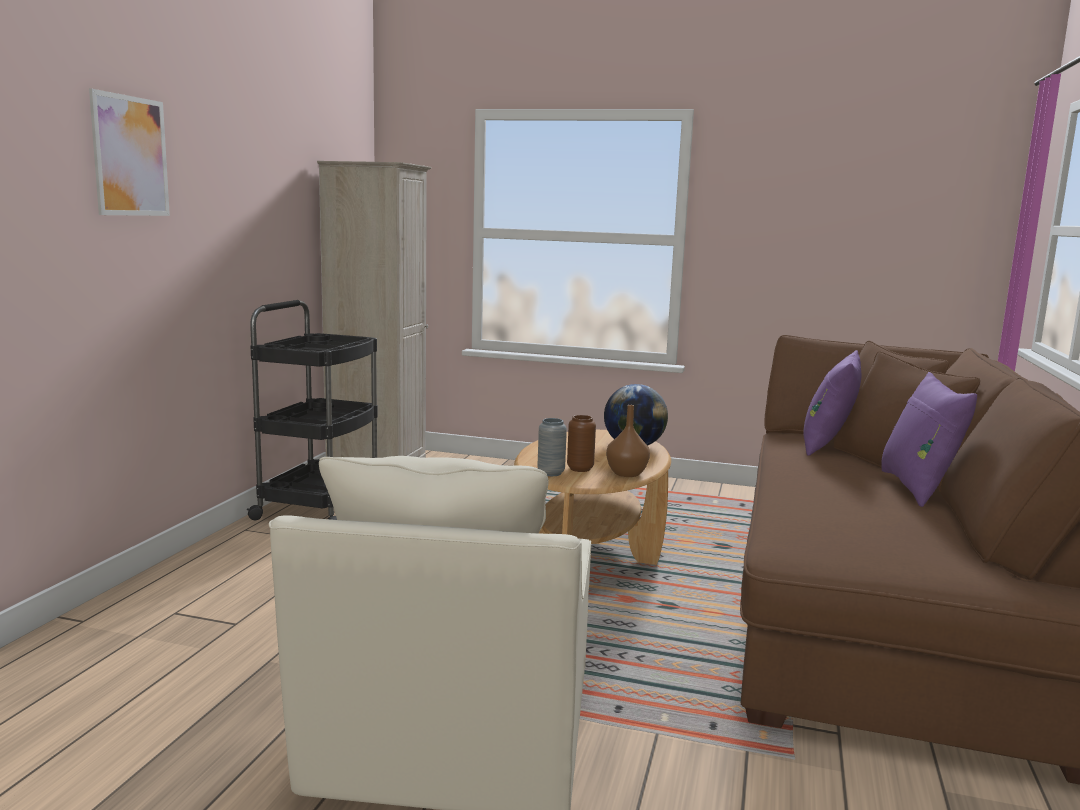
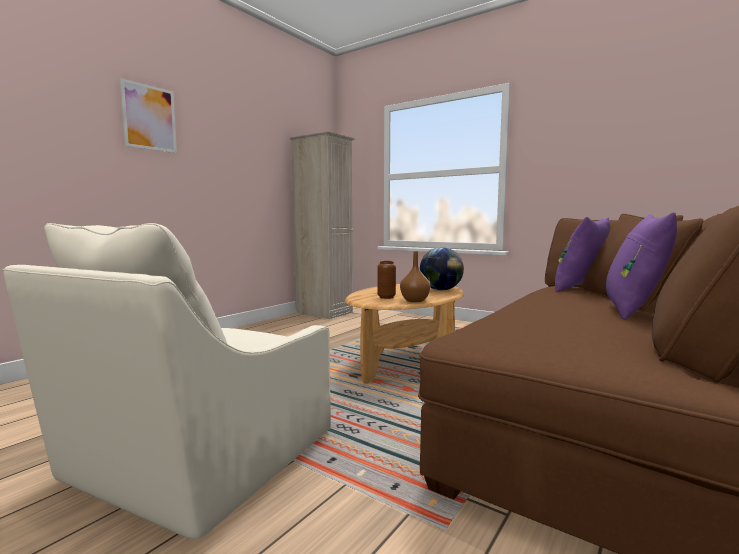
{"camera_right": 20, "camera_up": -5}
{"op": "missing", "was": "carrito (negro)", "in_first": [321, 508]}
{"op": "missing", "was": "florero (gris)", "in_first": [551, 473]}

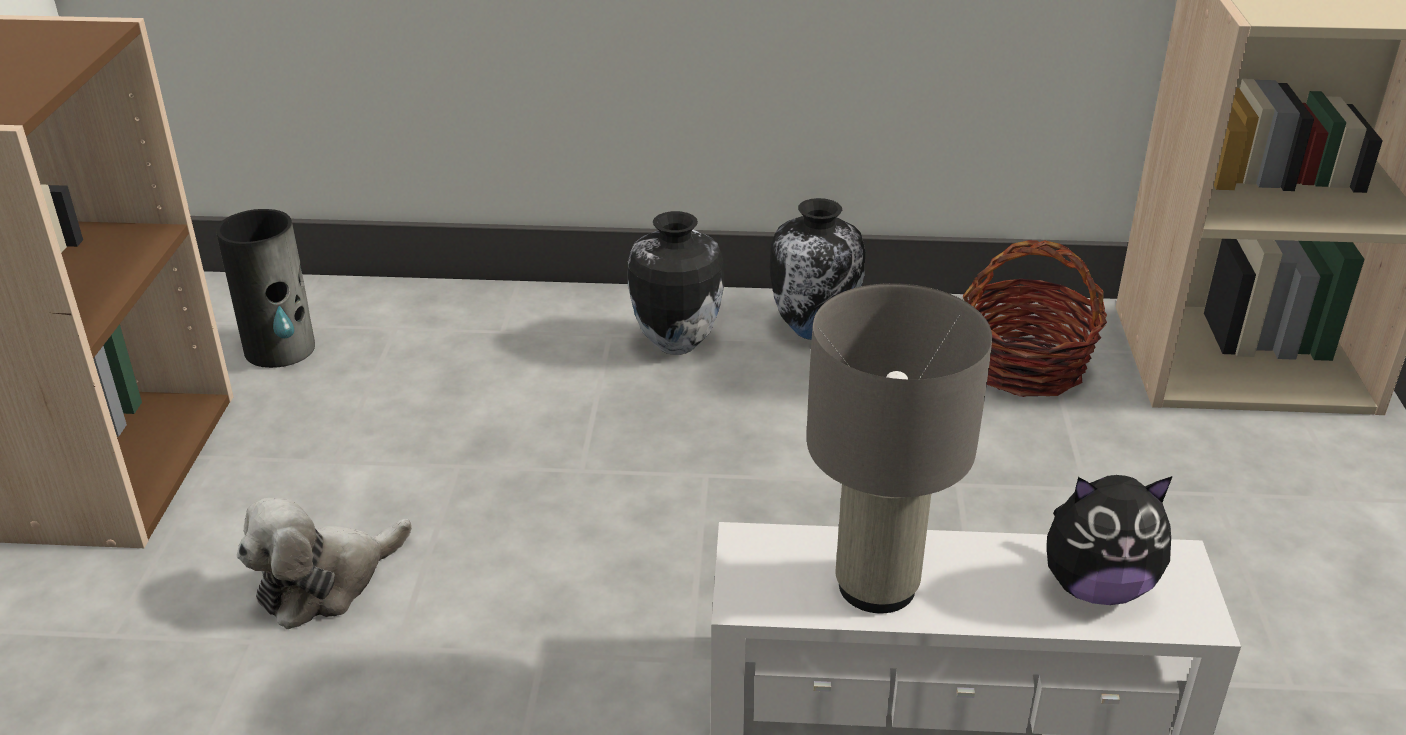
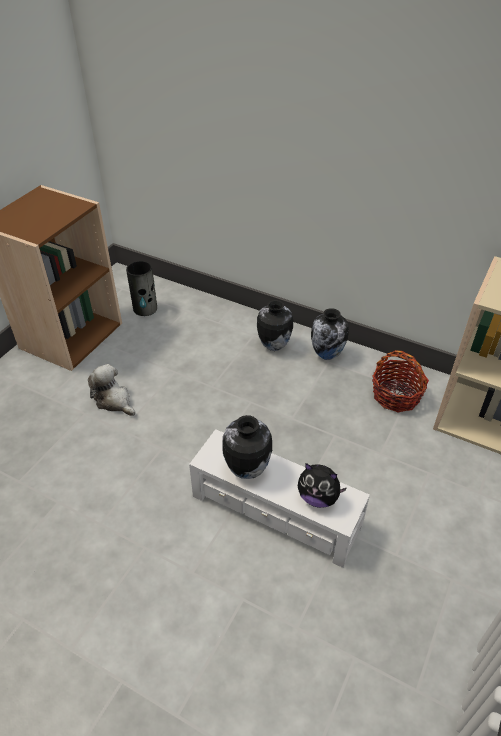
{"camera_right": 25, "camera_up": 10}
{"op": "spun", "was": "peluche", "in_first": [325, 582], "in_second": [114, 401], "clockwise": 60}
{"op": "exchanged", "was": "lámpara de mesa (gris)", "now": "florero", "in_first": [874, 587], "in_second": [246, 470]}

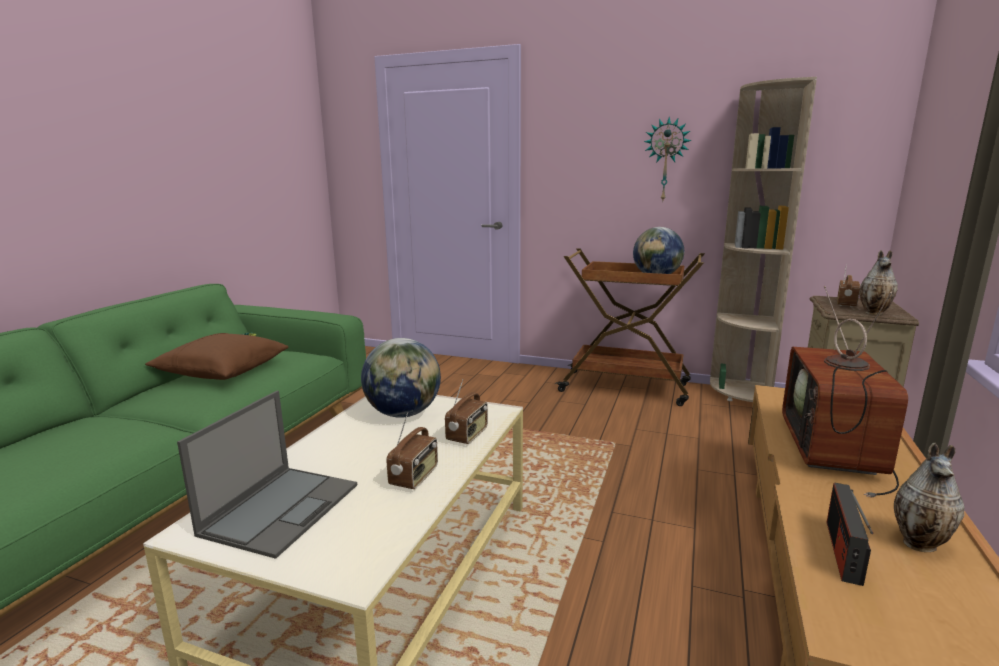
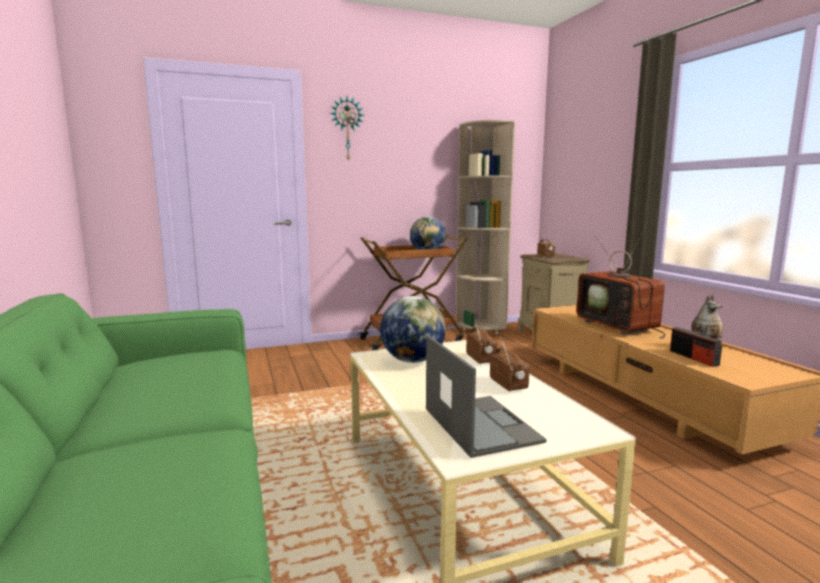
{"camera_right": -40, "camera_up": -5}
{"op": "relocated", "was": "reloj de pared", "in_first": [666, 160], "in_second": [347, 129]}
{"op": "missing", "was": "cojín (marrón)", "in_first": [223, 372]}
{"op": "missing", "was": "florero", "in_first": [874, 313]}

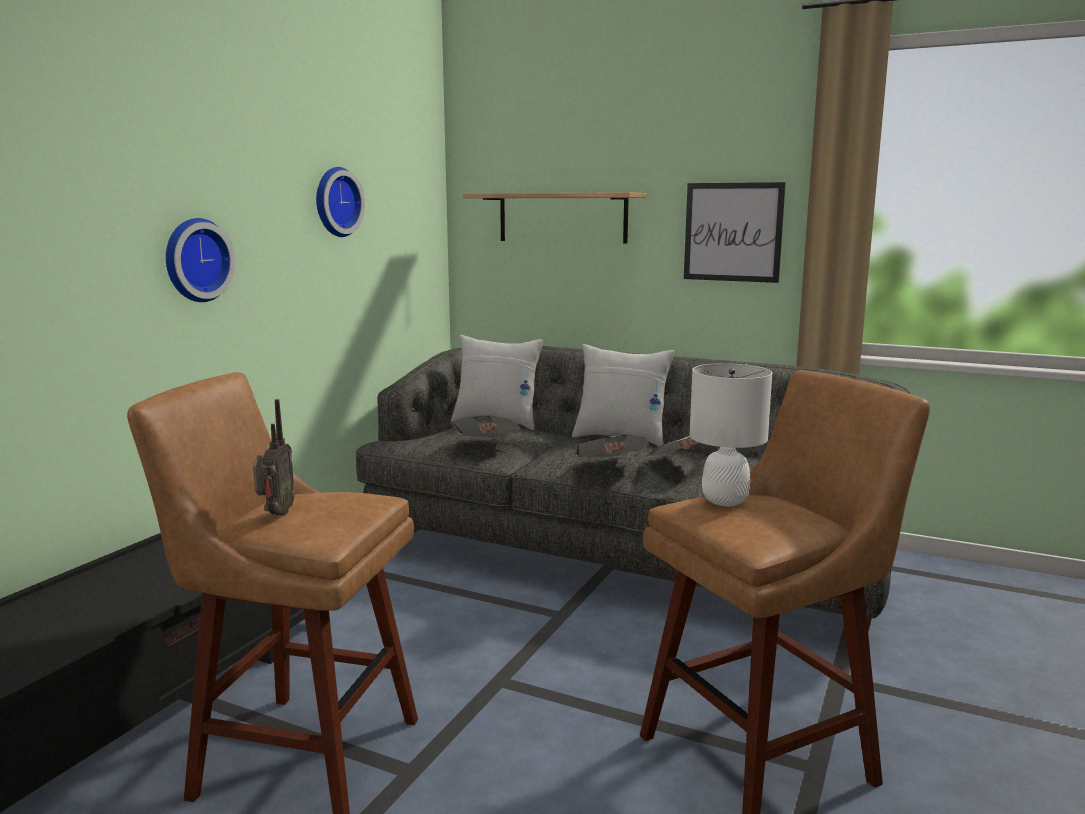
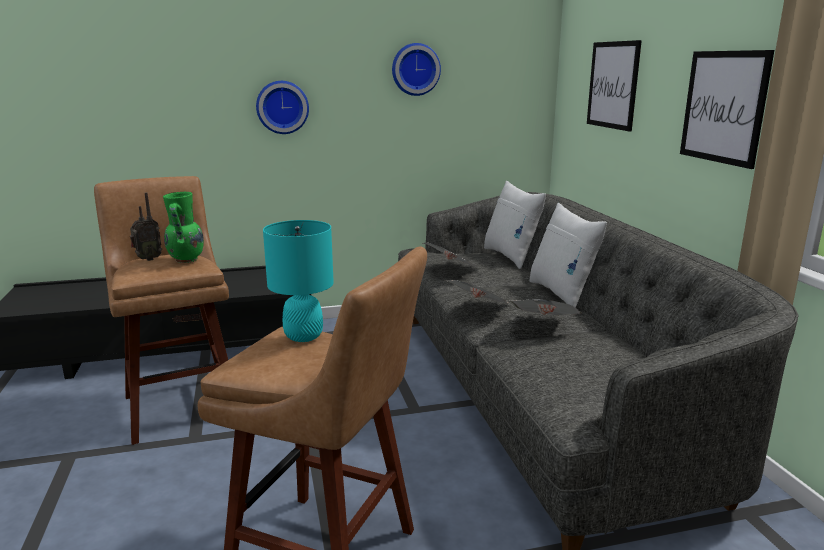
{"camera_right": 50, "camera_up": 5}
{"op": "appeared", "now": "florero (verde)", "in_second": [186, 260]}
{"op": "colour", "was": "lámpara de mesa (blanco)", "now": "lámpara de mesa (turquesa)", "in_first": [723, 502], "in_second": [302, 337]}
{"op": "exchanged", "was": "estante", "now": "cuadro", "in_first": [562, 218], "in_second": [613, 85]}

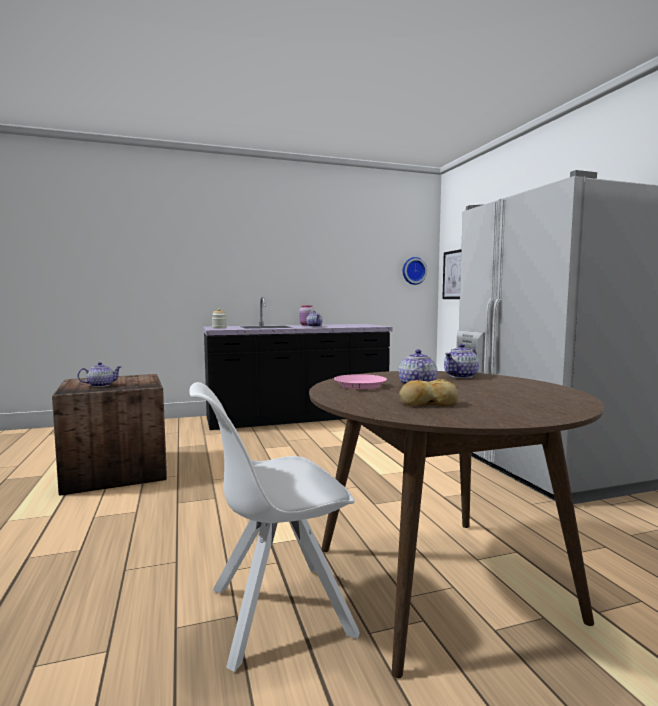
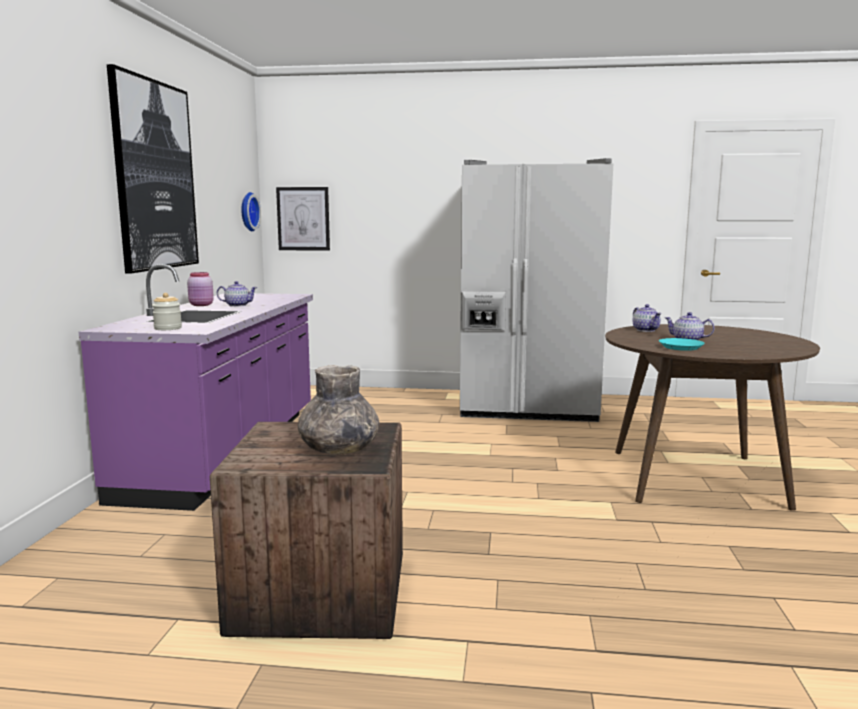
{"camera_right": -65, "camera_up": 5}
{"op": "colour", "was": "mueble bajo de cocina (negro)", "now": "mueble bajo de cocina (morado)", "in_first": [297, 417], "in_second": [227, 452]}
{"op": "appeared", "now": "cuadro", "in_second": [155, 176]}
{"op": "exchanged", "was": "tetera", "now": "florero (gris)", "in_first": [100, 385], "in_second": [338, 449]}
{"op": "colour", "was": "plato (rosa)", "now": "plato (turquesa)", "in_first": [360, 385], "in_second": [680, 347]}
{"op": "missing", "was": "silla (blanco)", "in_first": [277, 612]}
{"op": "missing", "was": "pan", "in_first": [427, 403]}

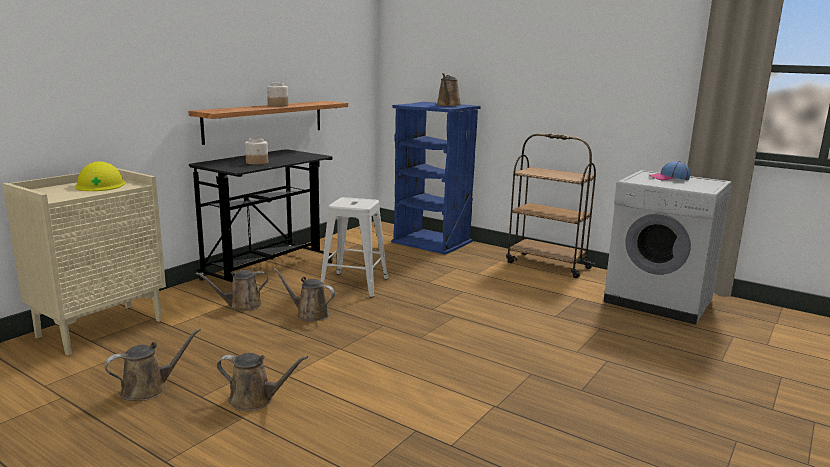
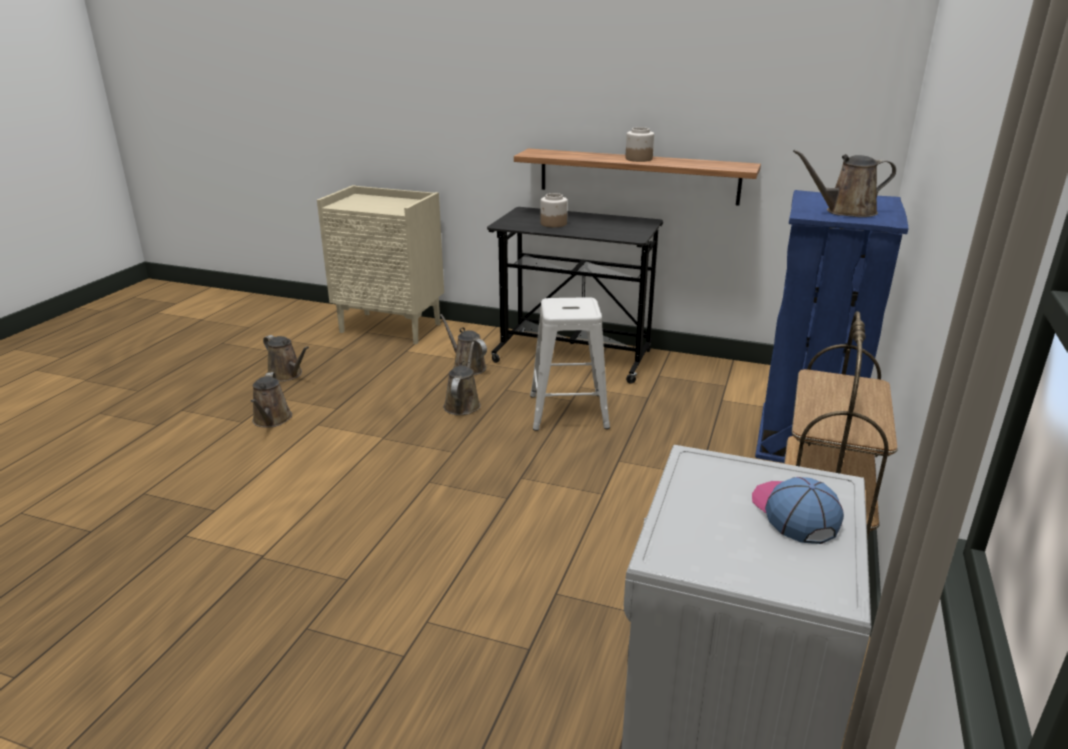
{"camera_right": 75, "camera_up": 10}
{"op": "missing", "was": "casco (amarillo)", "in_first": [100, 185]}

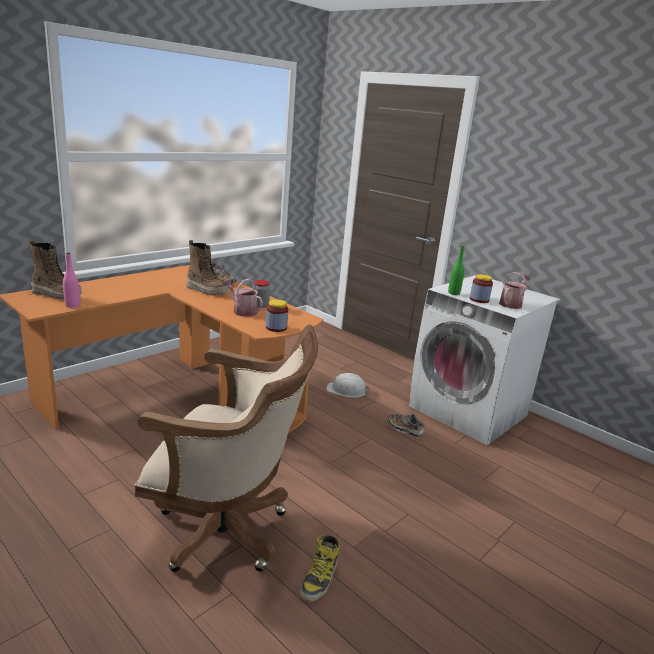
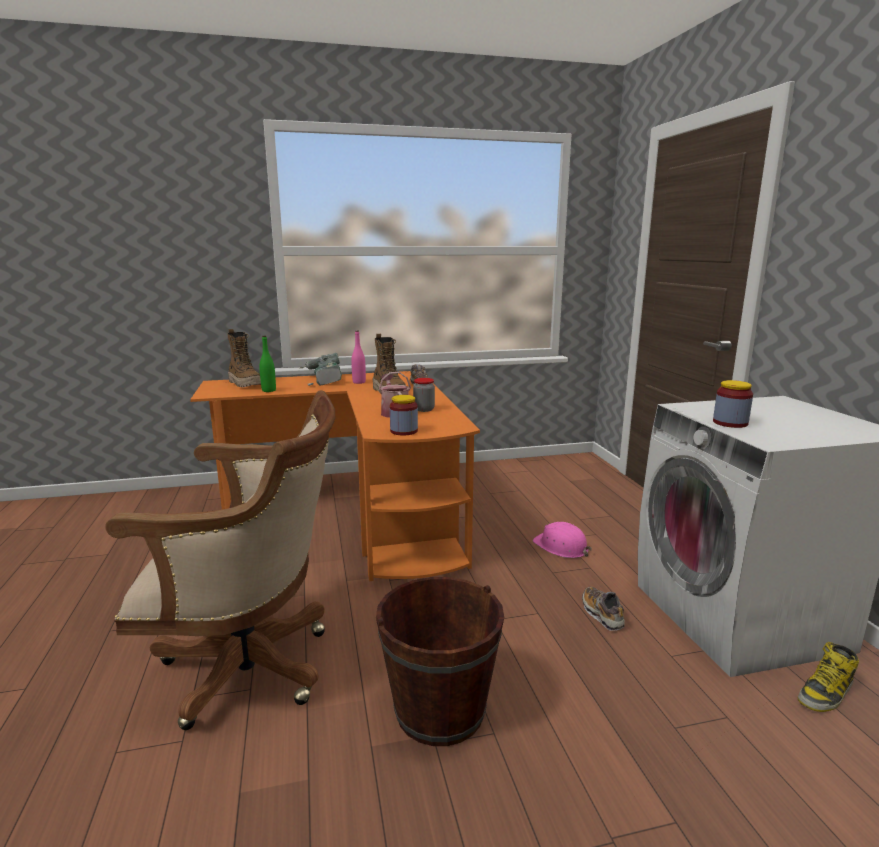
{"camera_right": 35, "camera_up": -5}
{"op": "spun", "was": "silla de oficina", "in_first": [228, 531], "in_second": [254, 667], "clockwise": -45}
{"op": "relocated", "was": "botella (verde)", "in_first": [453, 293], "in_second": [269, 390]}
{"op": "appeared", "now": "taladro", "in_second": [322, 380]}
{"op": "relocated", "was": "botella (rosa)", "in_first": [72, 305], "in_second": [359, 382]}
{"op": "appeared", "now": "cubo (marrón)", "in_second": [440, 711]}
{"op": "colour", "was": "casco (blanco)", "now": "casco (rosa)", "in_first": [346, 391], "in_second": [561, 547]}
{"op": "relocated", "was": "bota", "in_first": [319, 578], "in_second": [825, 692]}
{"op": "missing", "was": "regadera", "in_first": [511, 304]}

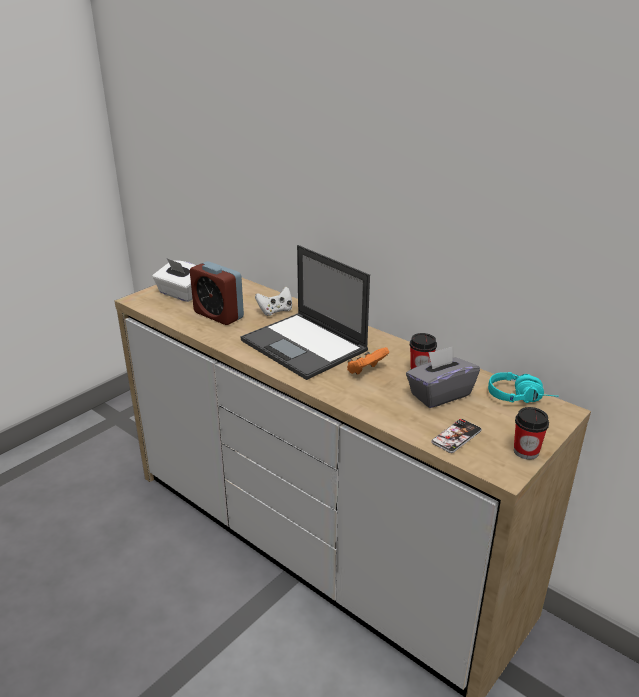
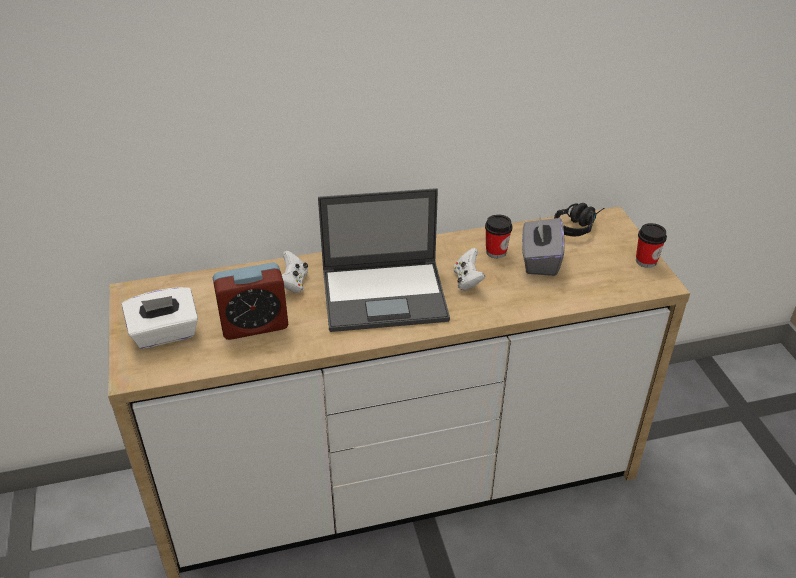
{"camera_right": -55, "camera_up": 10}
{"op": "colour", "was": "mando de consola (naranja)", "now": "mando de consola (blanco)", "in_first": [366, 371], "in_second": [467, 280]}
{"op": "colour", "was": "auriculares (turquesa)", "now": "auriculares (negro)", "in_first": [520, 397], "in_second": [578, 225]}
{"op": "missing", "was": "móvil", "in_first": [456, 436]}

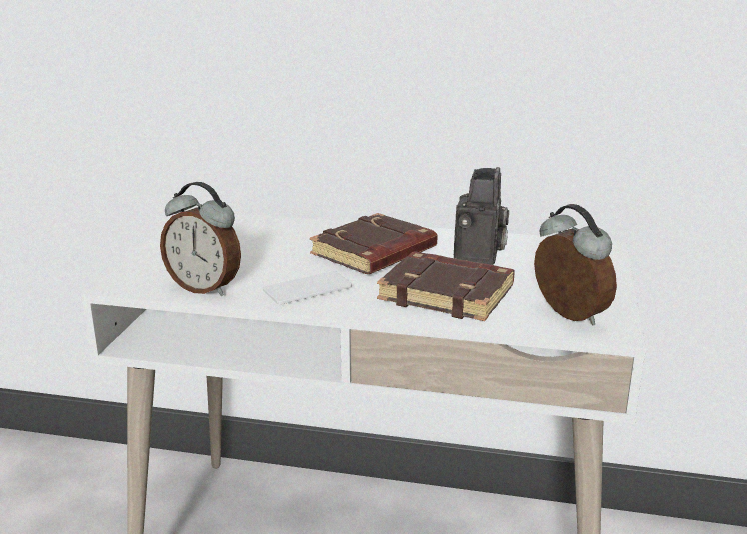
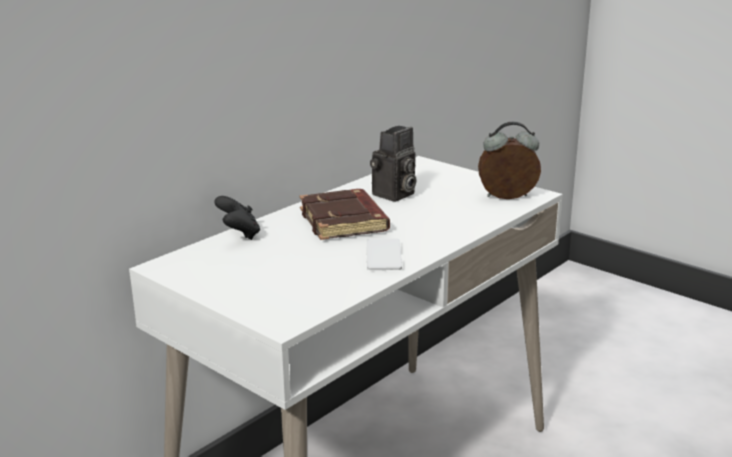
{"camera_right": -60, "camera_up": 0}
{"op": "appeared", "now": "mando de consola (negro)", "in_second": [239, 234]}
{"op": "spun", "was": "cámara", "in_first": [479, 257], "in_second": [394, 195], "clockwise": 90}
{"op": "missing", "was": "despertador", "in_first": [205, 288]}
{"op": "missing", "was": "libro (marrón)", "in_first": [448, 294]}

